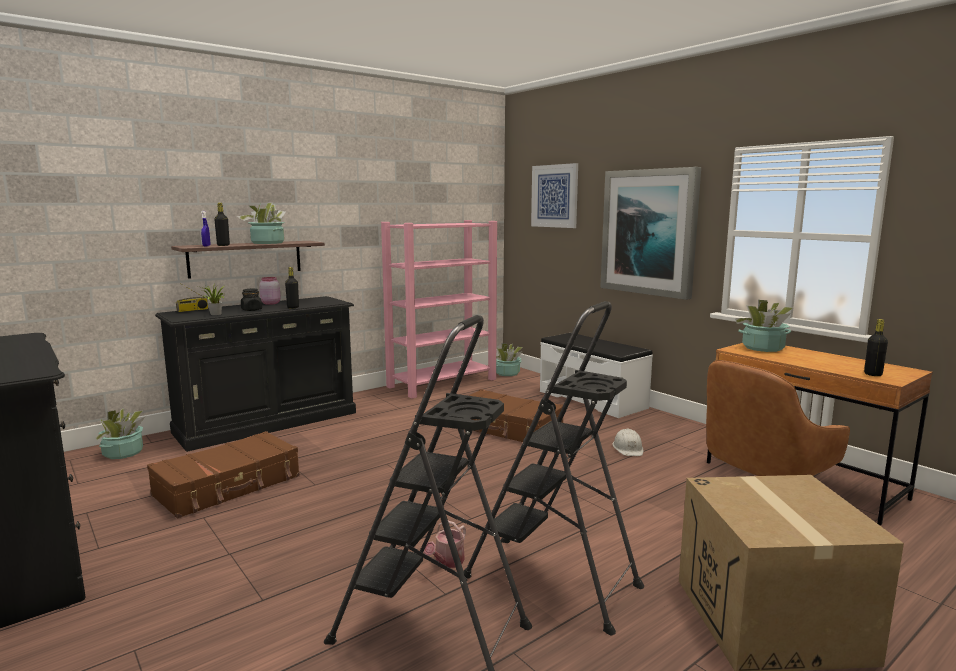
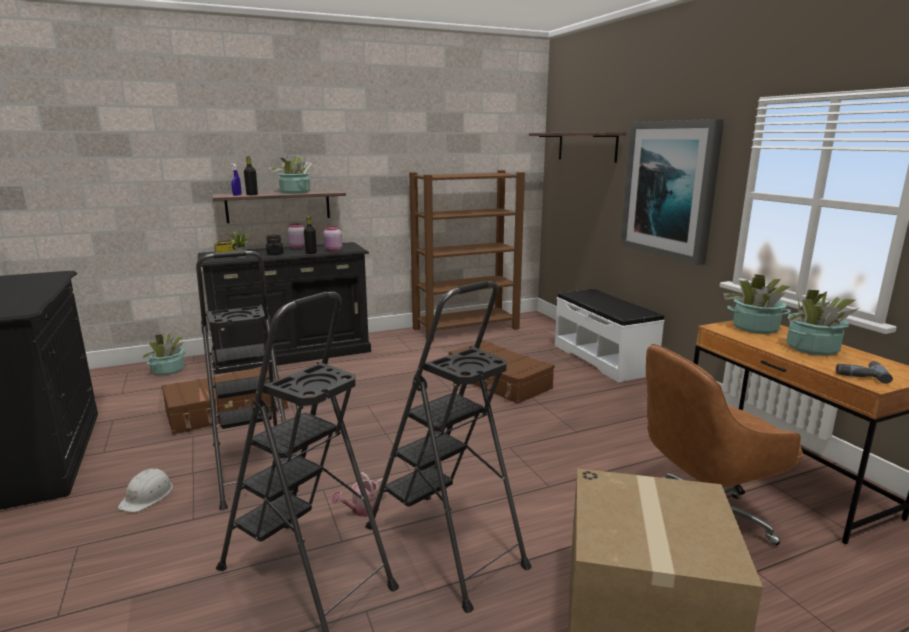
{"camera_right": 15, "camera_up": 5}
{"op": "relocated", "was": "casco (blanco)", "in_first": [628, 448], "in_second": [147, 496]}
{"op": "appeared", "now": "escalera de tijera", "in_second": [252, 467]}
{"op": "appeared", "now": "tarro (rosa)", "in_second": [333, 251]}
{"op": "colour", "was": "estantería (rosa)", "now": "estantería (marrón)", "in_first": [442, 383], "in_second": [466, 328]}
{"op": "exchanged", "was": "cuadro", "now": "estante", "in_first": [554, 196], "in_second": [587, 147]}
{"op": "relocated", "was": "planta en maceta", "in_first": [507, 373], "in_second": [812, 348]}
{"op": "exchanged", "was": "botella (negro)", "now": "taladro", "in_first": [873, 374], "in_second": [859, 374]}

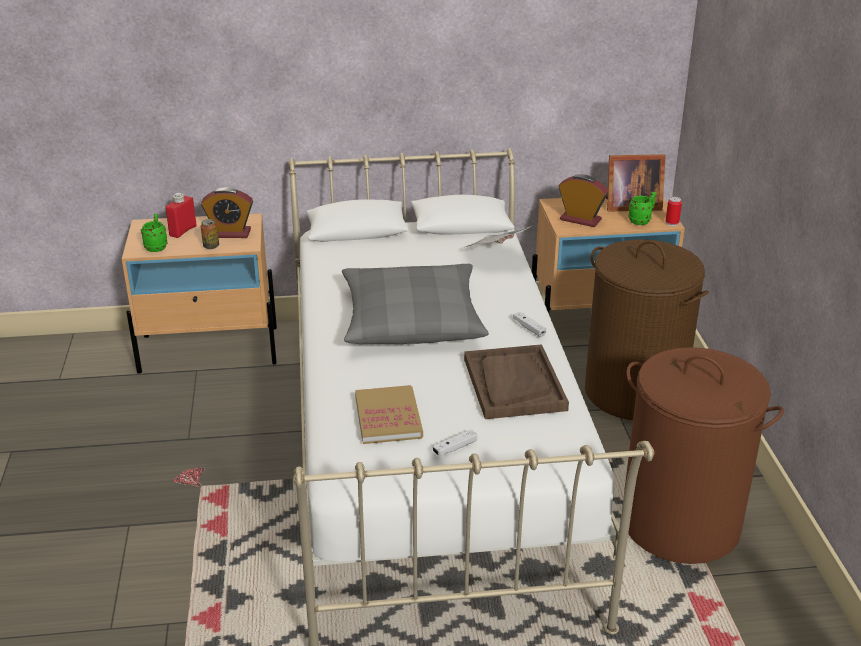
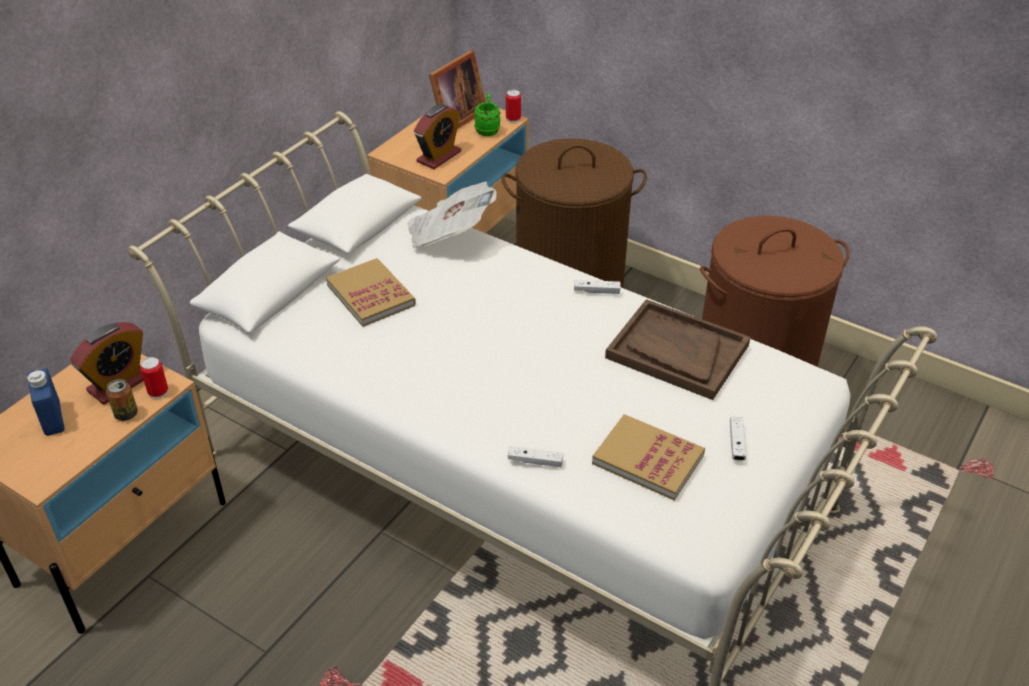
{"camera_right": -50, "camera_up": 10}
{"op": "colour", "was": "botella (rojo)", "now": "botella (azul)", "in_first": [183, 231], "in_second": [52, 419]}
{"op": "appeared", "now": "lata", "in_second": [158, 392]}
{"op": "appeared", "now": "libro", "in_second": [371, 295]}
{"op": "spun", "was": "despertador", "in_first": [580, 220], "in_second": [439, 157], "clockwise": 150}
{"op": "appeared", "now": "mando de consola (blanco)", "in_second": [535, 461]}
{"op": "missing", "was": "taza grande (verde)", "in_first": [156, 246]}
{"op": "missing", "was": "cojín (gris)", "in_first": [412, 319]}

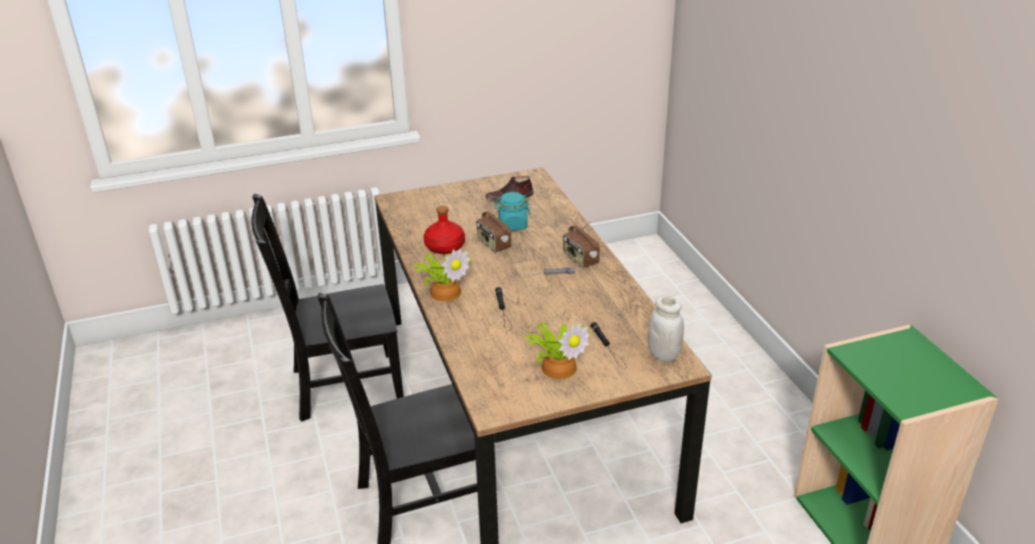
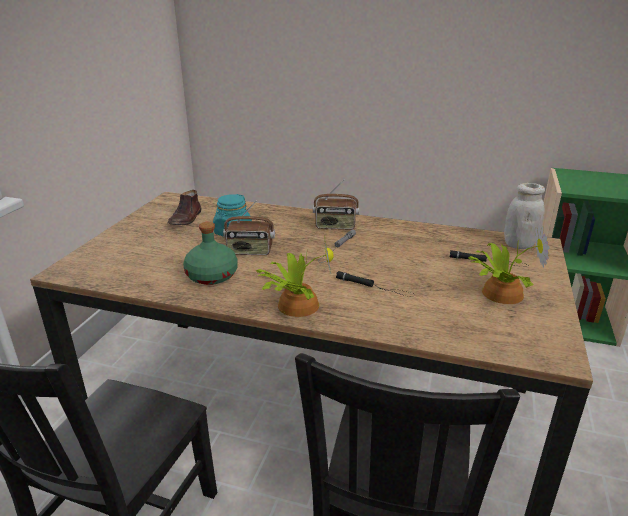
{"camera_right": -55, "camera_up": -5}
{"op": "colour", "was": "botella (rojo)", "now": "botella (verde)", "in_first": [445, 247], "in_second": [212, 275]}

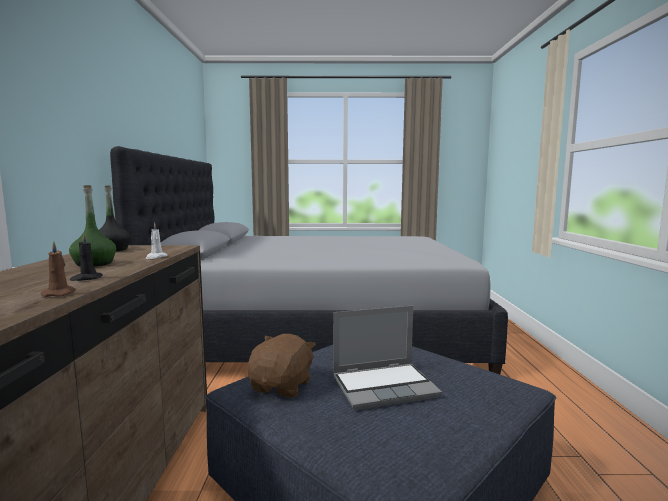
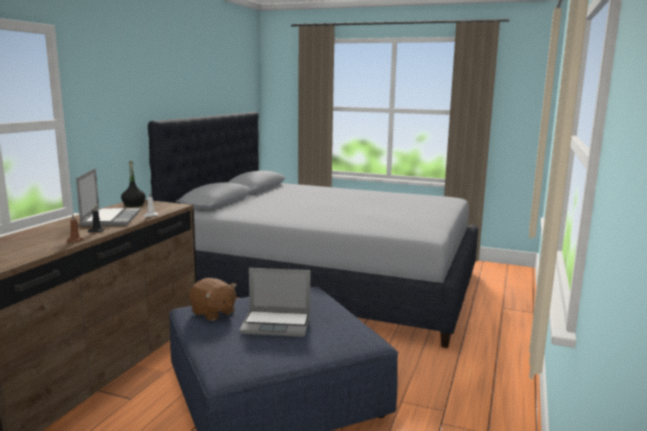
{"camera_right": 20, "camera_up": 5}
{"op": "exchanged", "was": "botella (verde)", "now": "portátil", "in_first": [94, 264], "in_second": [110, 218]}
{"op": "spun", "was": "peluche (marrón)", "in_first": [282, 386], "in_second": [213, 313], "clockwise": 90}

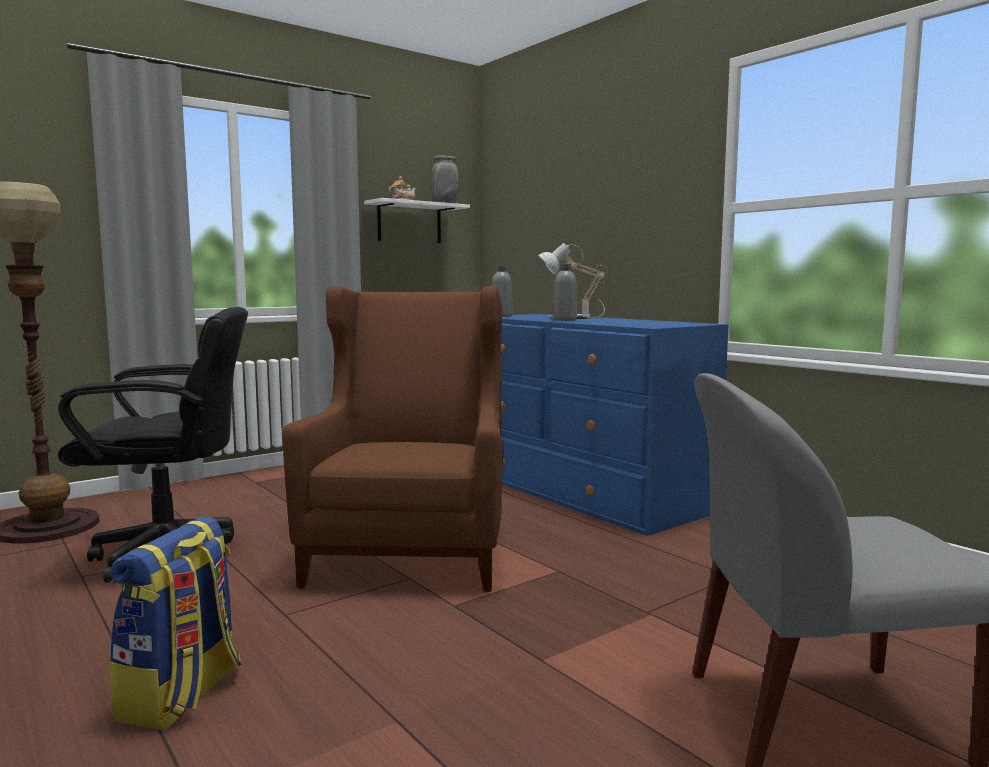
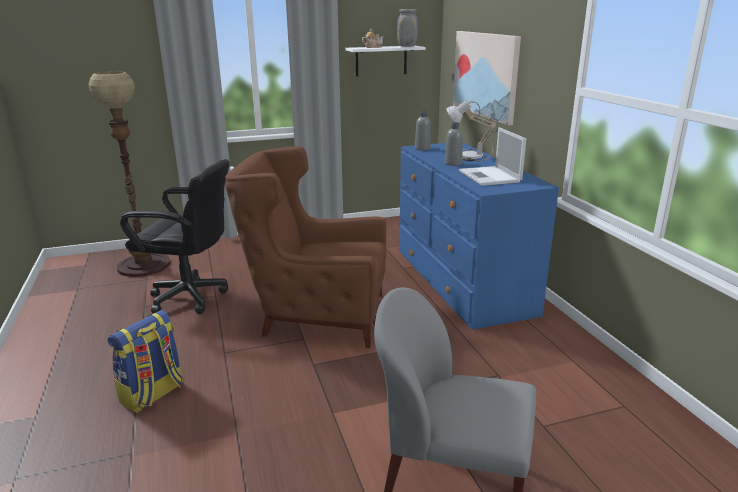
{"camera_right": 20, "camera_up": 15}
{"op": "spun", "was": "sillón (marrón)", "in_first": [410, 550], "in_second": [317, 316], "clockwise": -105}
{"op": "appeared", "now": "cuadro", "in_second": [486, 74]}
{"op": "appeared", "now": "portátil", "in_second": [490, 177]}

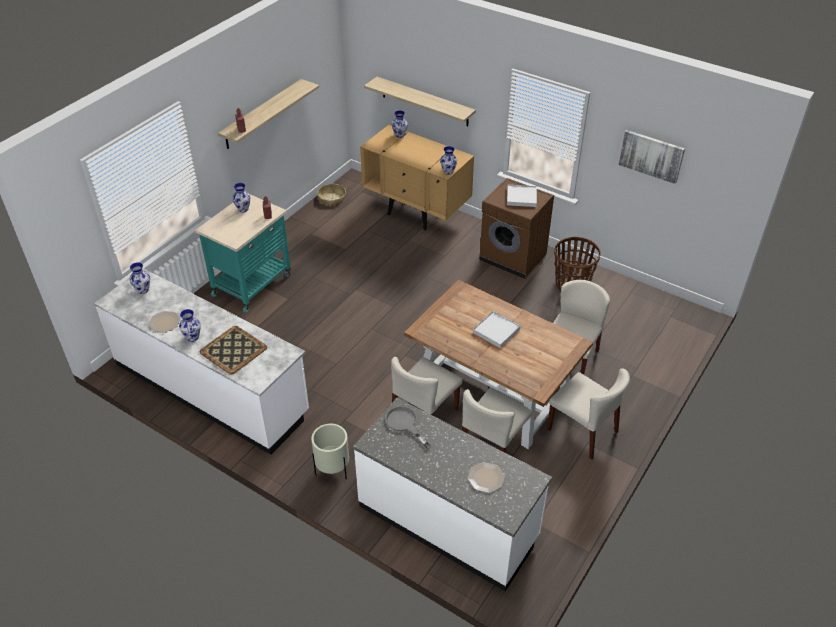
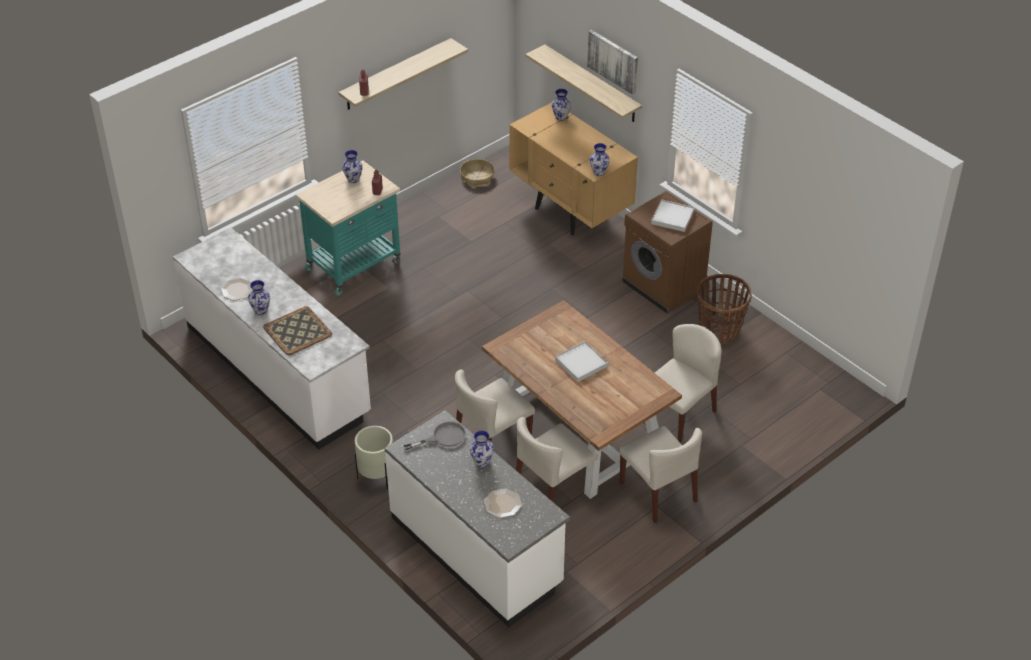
{"camera_right": 15, "camera_up": 0}
{"op": "spun", "was": "sartén (gris)", "in_first": [404, 424], "in_second": [443, 437], "clockwise": 90}
{"op": "relocated", "was": "florero", "in_first": [143, 289], "in_second": [482, 461]}
{"op": "relocated", "was": "cuadro", "in_first": [651, 155], "in_second": [613, 61]}

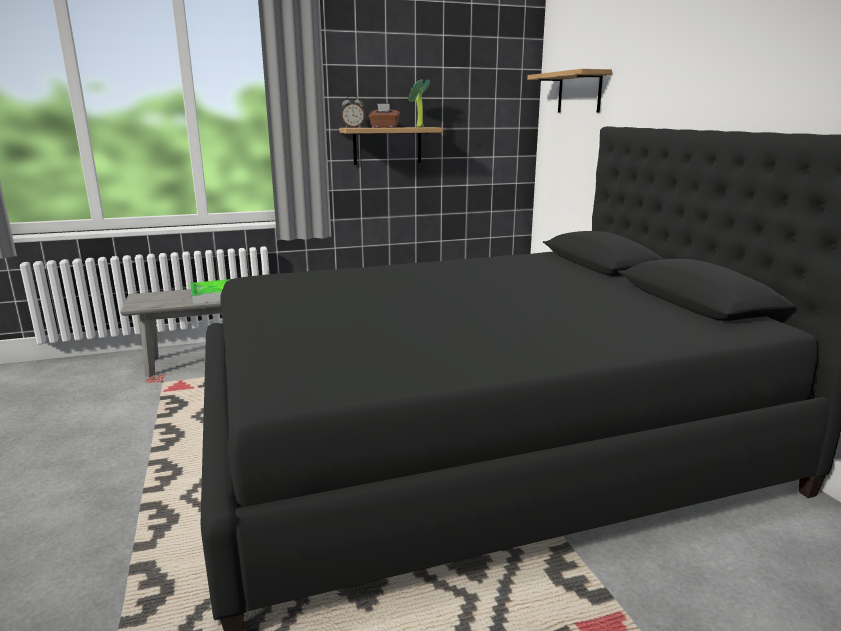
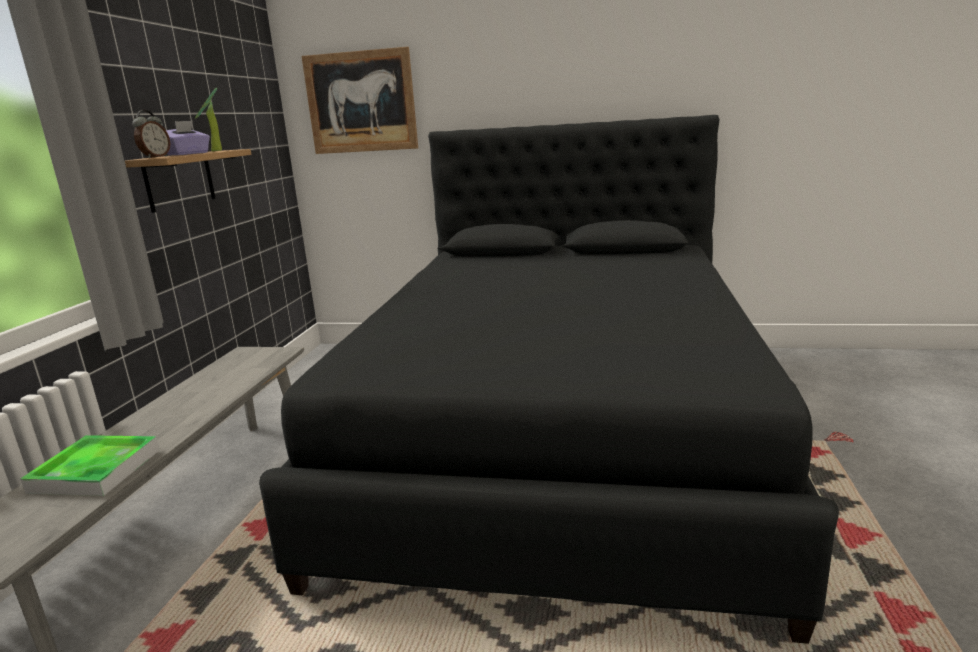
{"camera_right": -60, "camera_up": 0}
{"op": "colour", "was": "caja de pañuelos (marrón)", "now": "caja de pañuelos (morado)", "in_first": [384, 127], "in_second": [188, 154]}
{"op": "exchanged", "was": "estante", "now": "cuadro", "in_first": [579, 92], "in_second": [361, 102]}

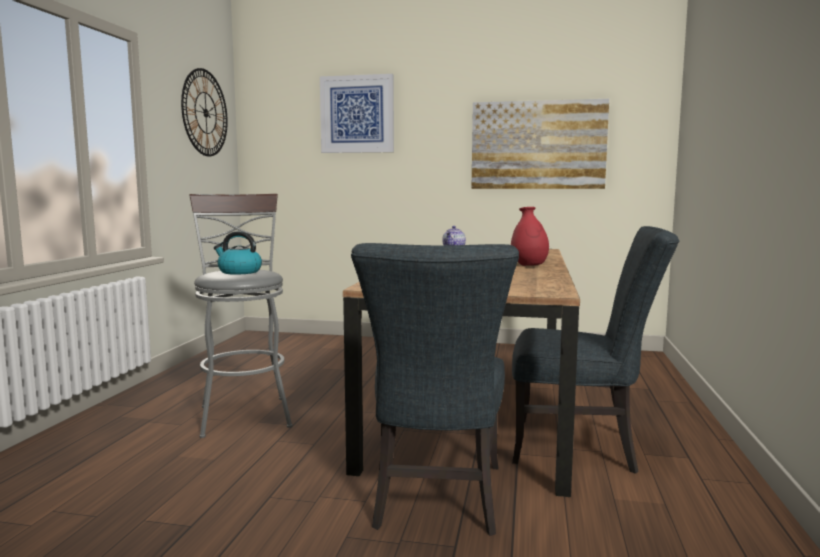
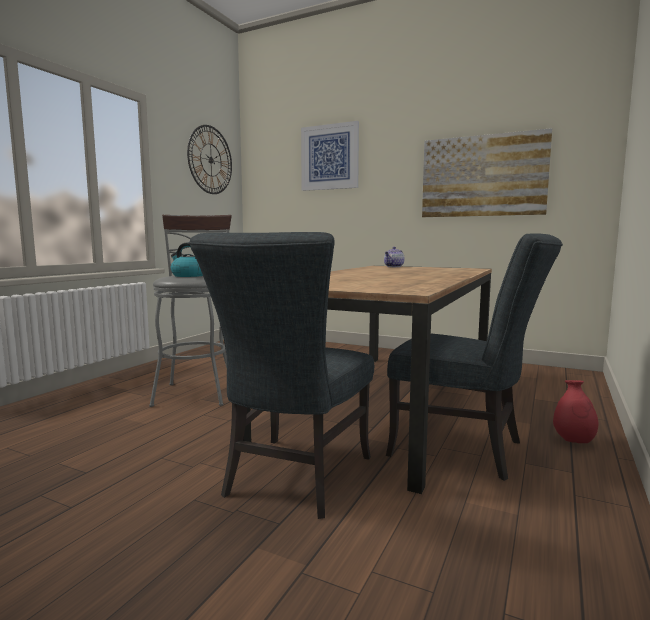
{"camera_right": 15, "camera_up": 0}
{"op": "relocated", "was": "florero (rojo)", "in_first": [529, 266], "in_second": [573, 441]}

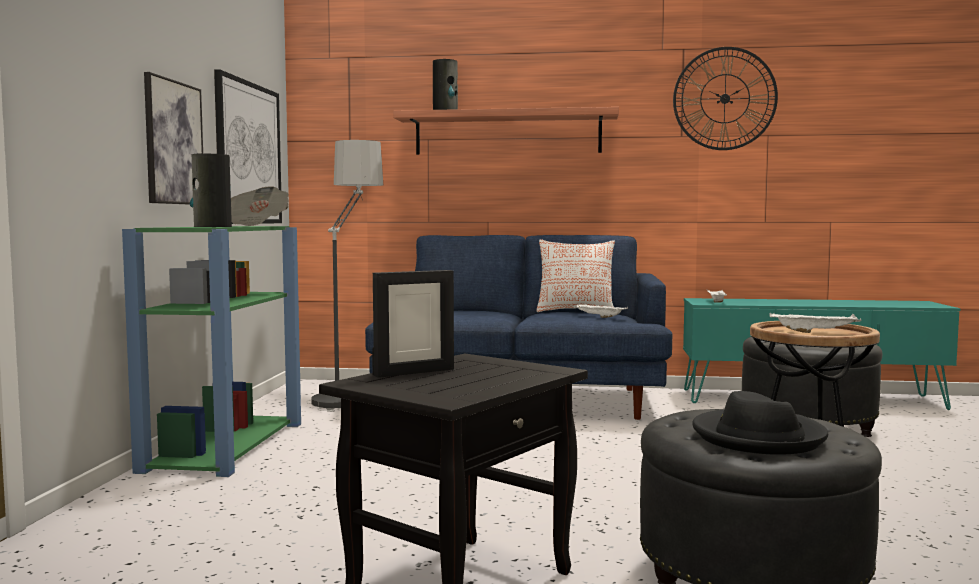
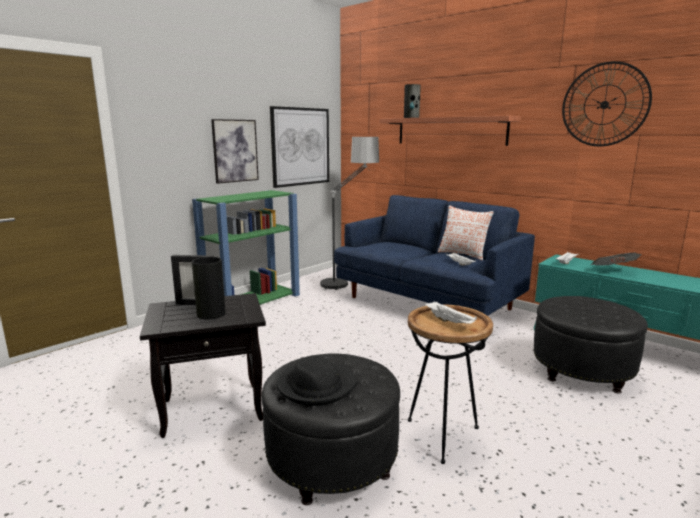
{"camera_right": 35, "camera_up": 10}
{"op": "relocated", "was": "florero", "in_first": [212, 227], "in_second": [210, 314]}
{"op": "relocated", "was": "periódico", "in_first": [256, 226], "in_second": [613, 271]}

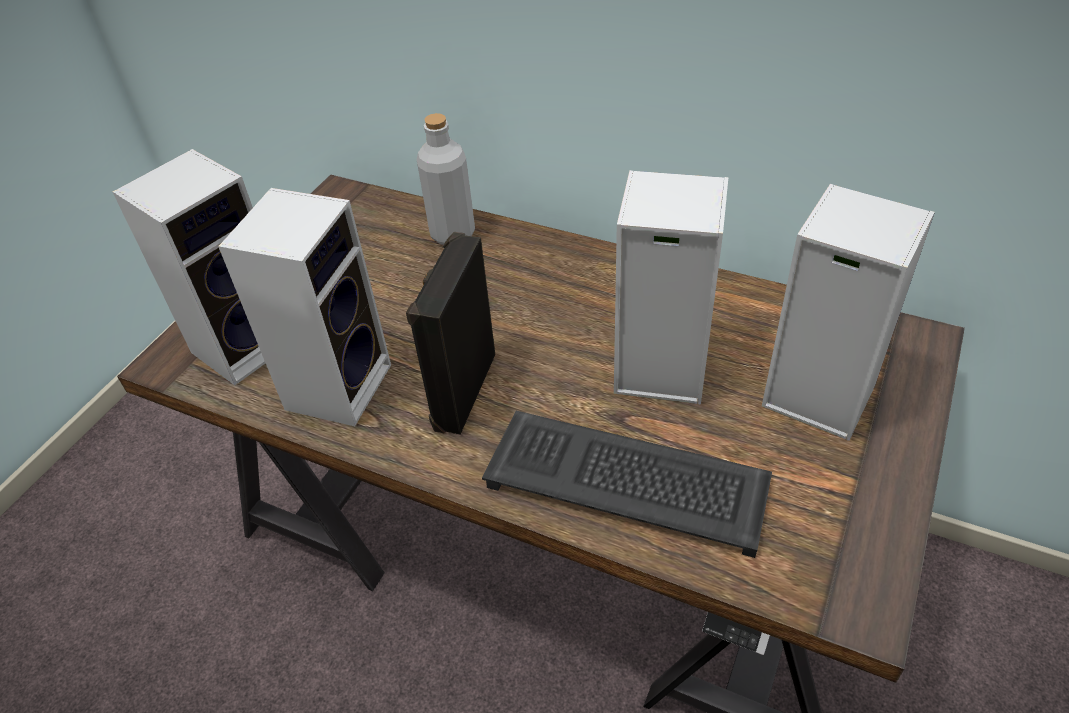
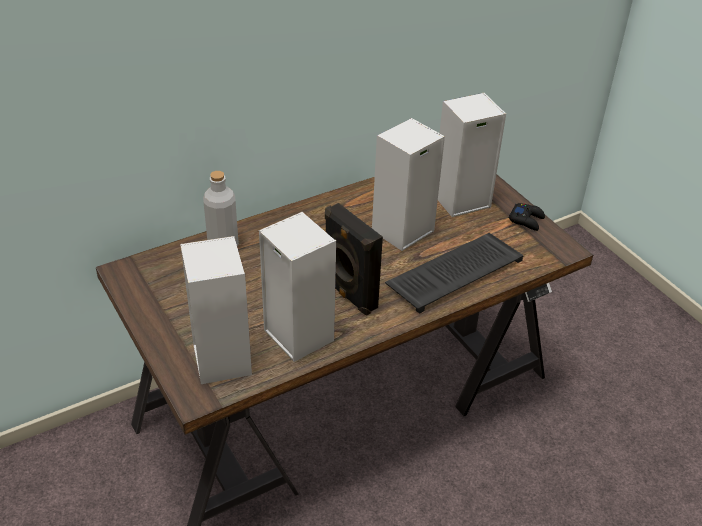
{"camera_right": -60, "camera_up": -5}
{"op": "appeared", "now": "mando de consola (negro)", "in_second": [526, 220]}

